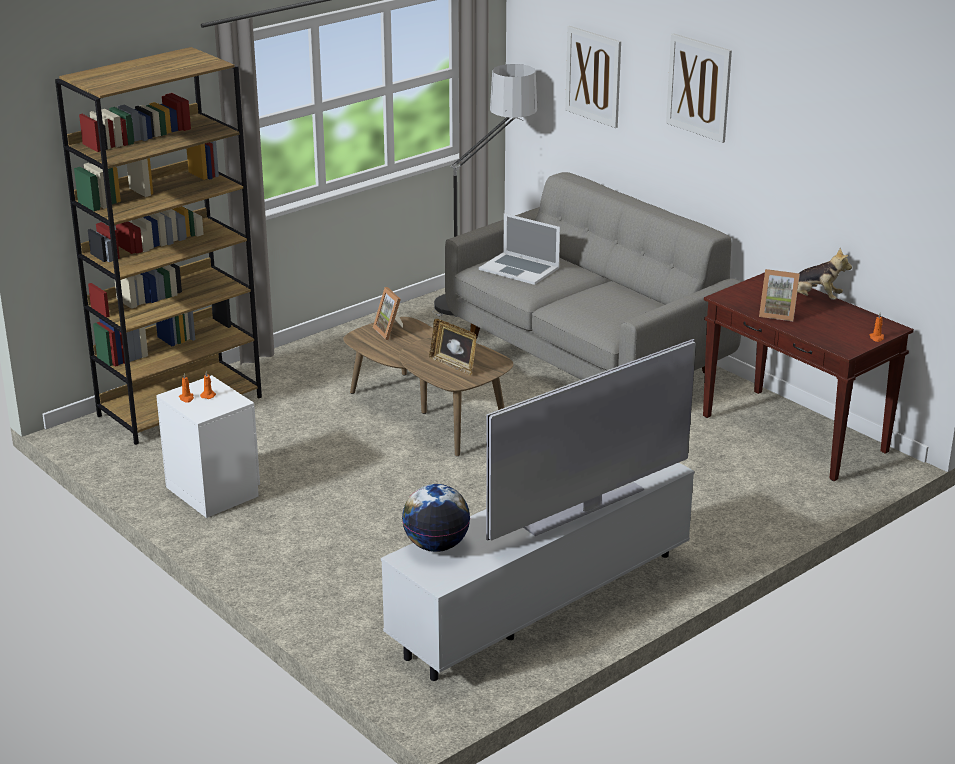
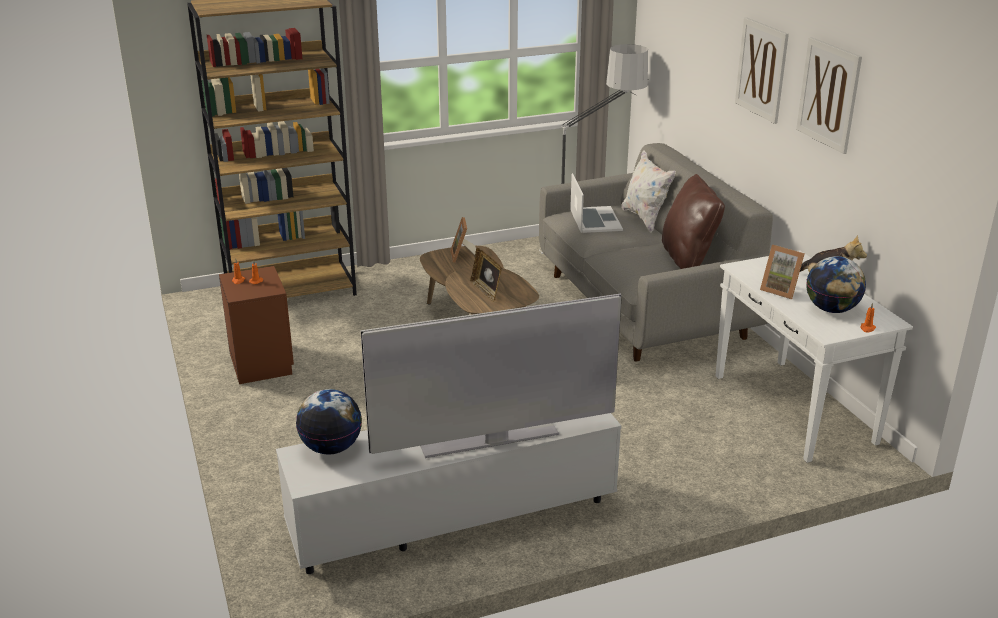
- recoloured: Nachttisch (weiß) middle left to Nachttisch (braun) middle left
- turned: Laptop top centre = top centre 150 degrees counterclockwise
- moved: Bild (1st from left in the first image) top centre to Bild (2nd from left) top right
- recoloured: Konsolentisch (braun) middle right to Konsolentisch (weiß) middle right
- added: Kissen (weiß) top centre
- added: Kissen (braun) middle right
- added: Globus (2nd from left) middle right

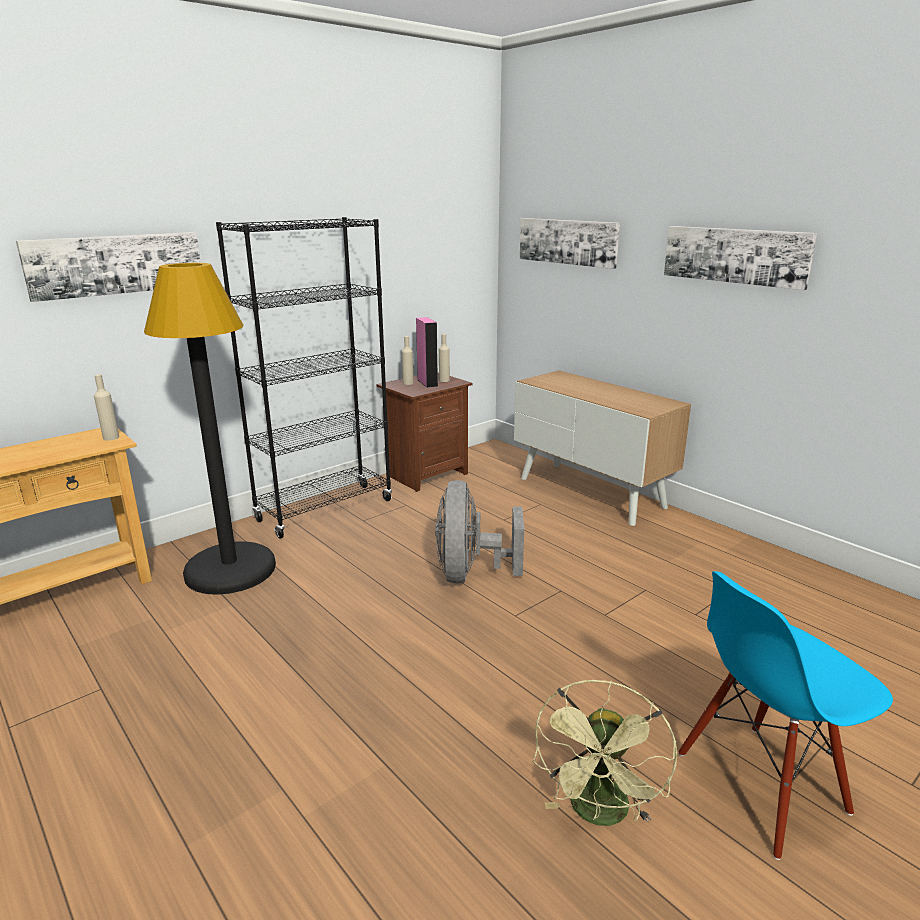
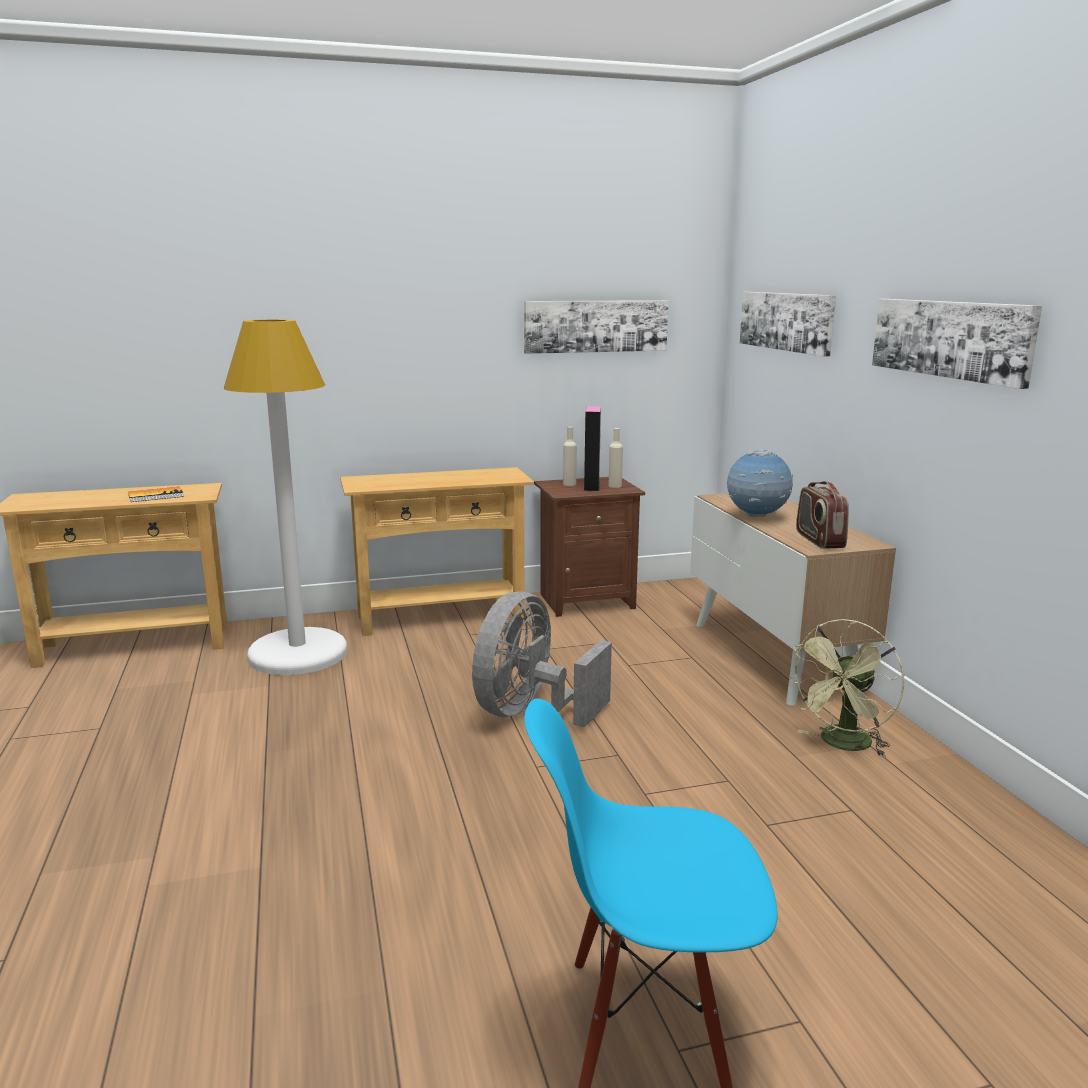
- moved: Bild (1st from left) top left to top centre
- removed: Flasche (beige) (1st from left) middle left
- recoloured: Stehlampe (schwarz) middle left to Stehlampe (weiß) middle left
- replaced: Bücherregal (schwarz) middle left to Konsolentisch (beige) (2nd from left) centre
- moved: Ventilator (grün) bottom centre to middle right
- added: Buch middle left
- added: Globus middle right
- added: Radio middle right

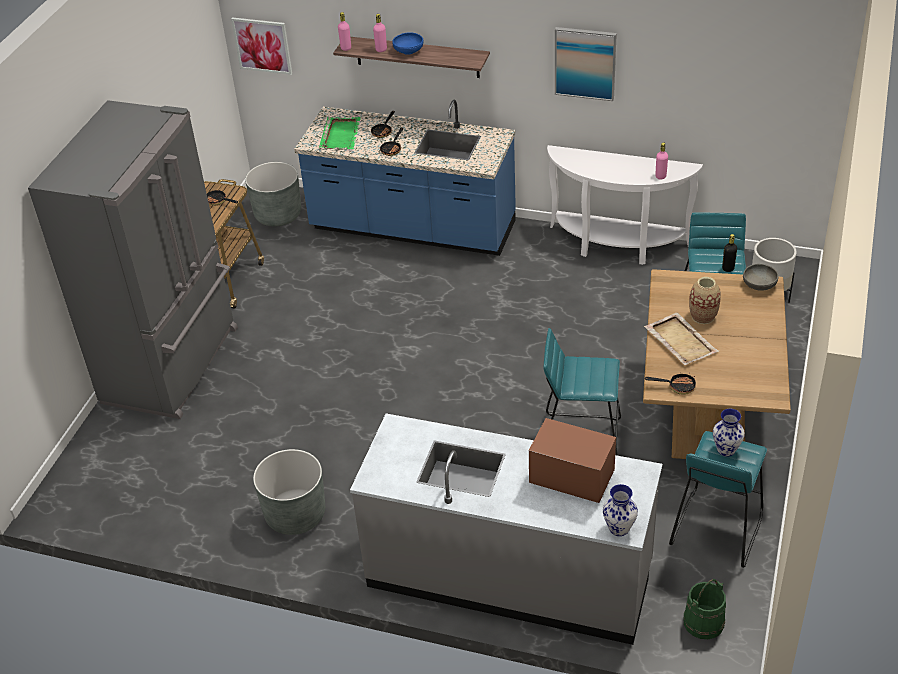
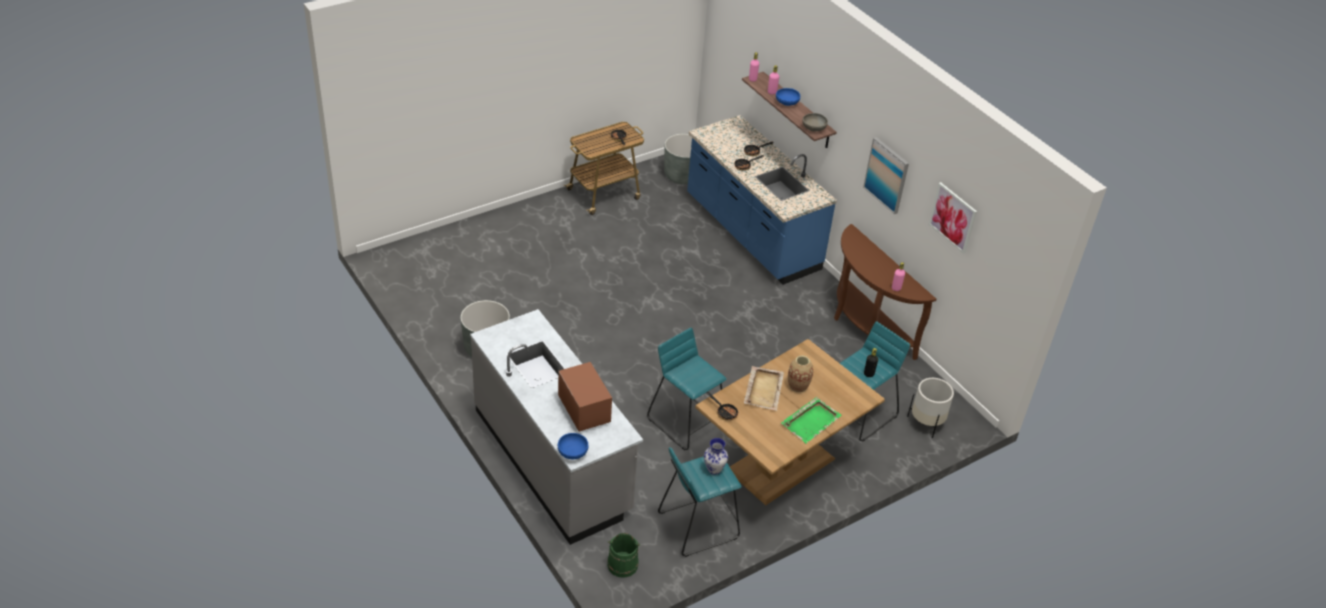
- removed: Kühlschrank (grau) middle left
- moved: Bild (1st from left in the first image) top left to Bild (2nd from left) middle right
- moved: Tablett (grün) top centre to bottom centre
- recoloured: Konsolentisch (weiß) top right to Konsolentisch (braun) middle right
- replaced: Vase (1st from left) bottom right to Schüssel (blau) (1st from left) bottom centre
- moved: Schüssel (grau) middle right to top centre

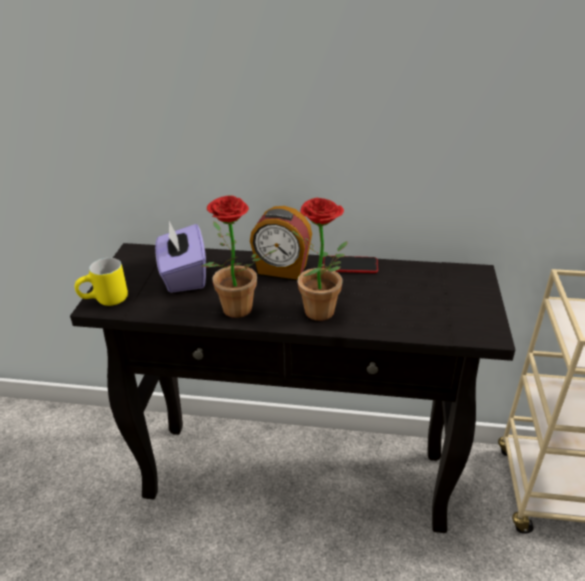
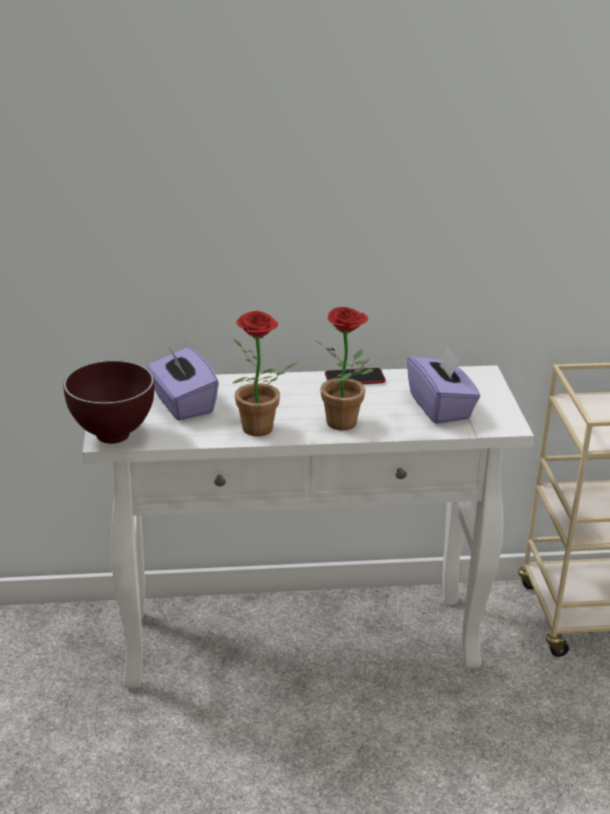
- recoloured: Konsolentisch (schwarz) bottom centre to Konsolentisch (weiß) centre
- replaced: Henkelbecher (gelb) middle left to Schüssel (braun) middle left
- removed: Wecker centre
- added: Taschentuchbox (lila) (2nd from left) middle right

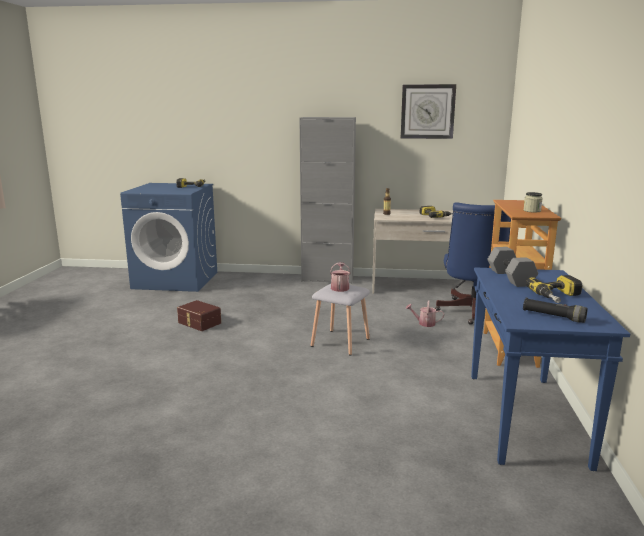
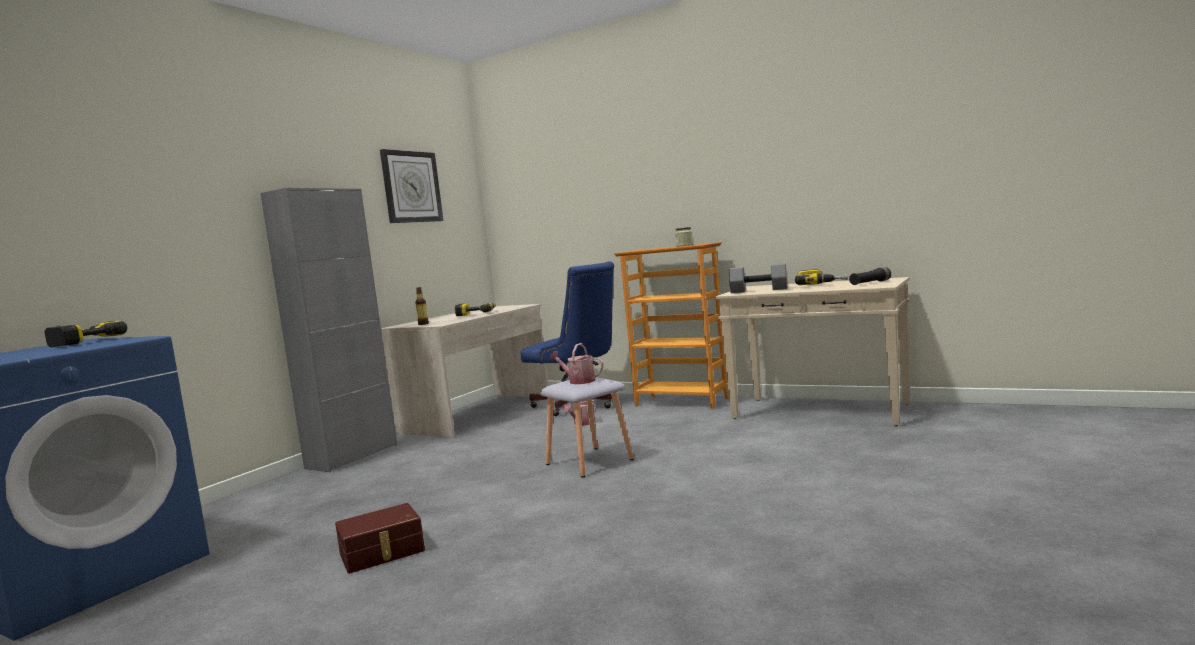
- recoloured: Konsolentisch (blau) bottom right to Konsolentisch (beige) middle right

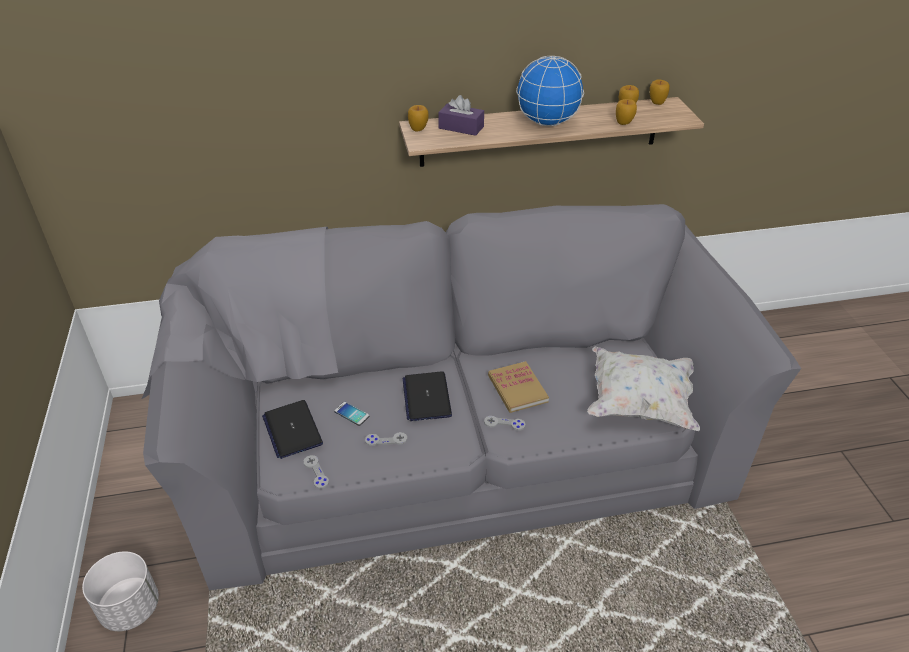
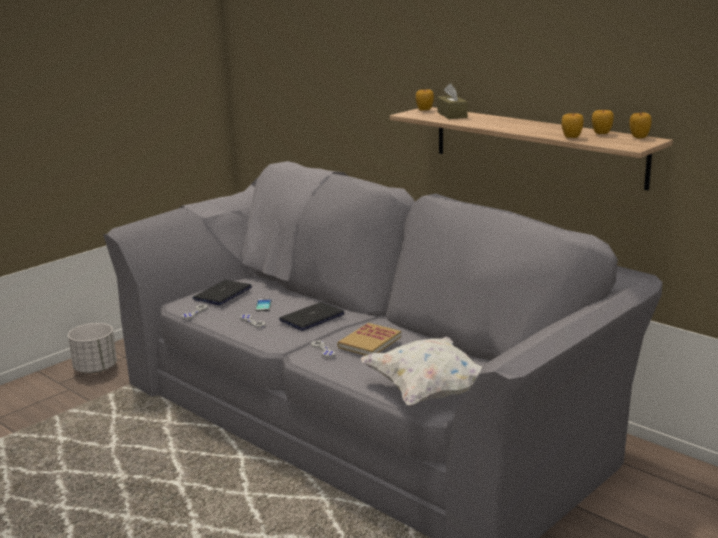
- recoloured: Taschentuchbox (lila) top centre to Taschentuchbox (braun) top centre
- removed: Globus top centre

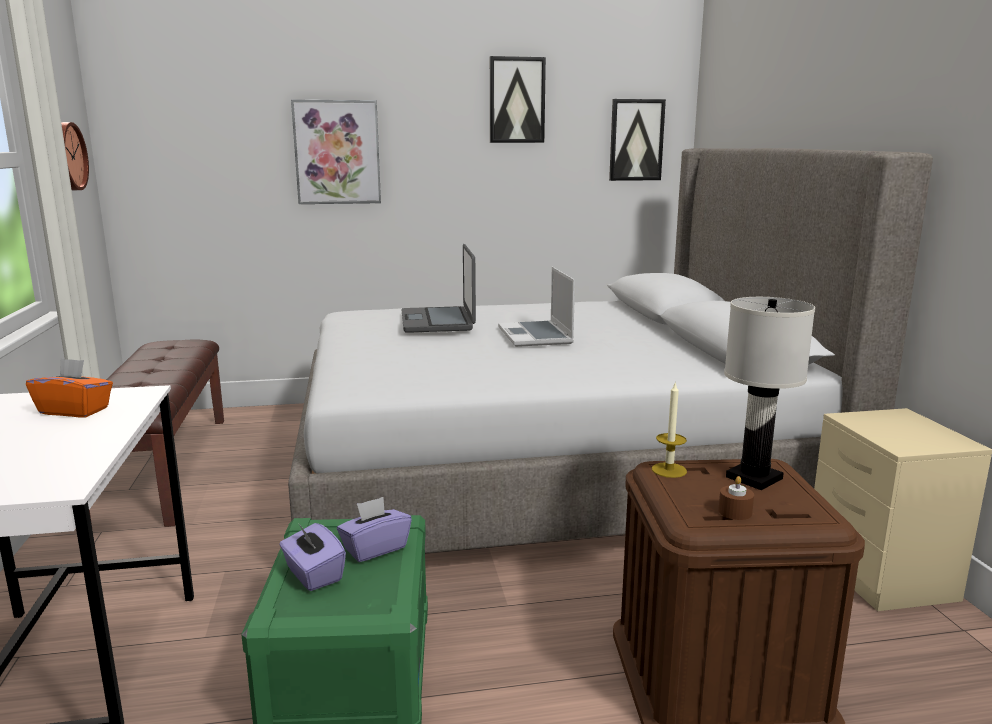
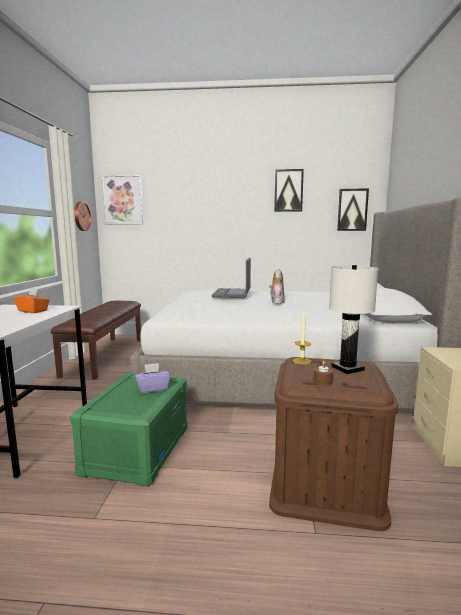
- removed: Taschentuchbox (lila) (1st from left) bottom left
- moved: Bild (1st from left) top centre to top left
- replaced: Laptop (2nd from left) centre to Plüschtier centre

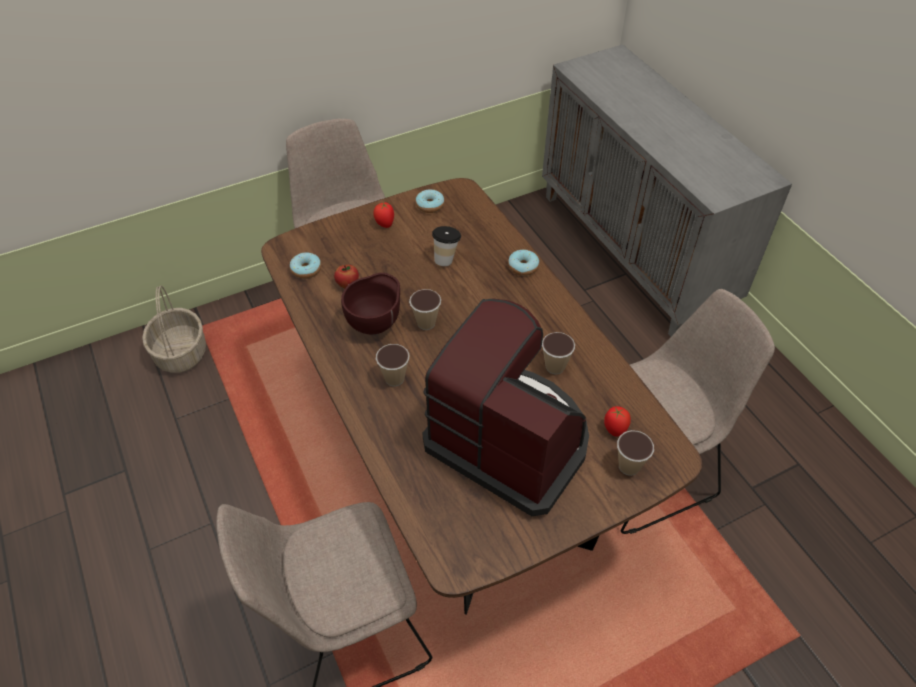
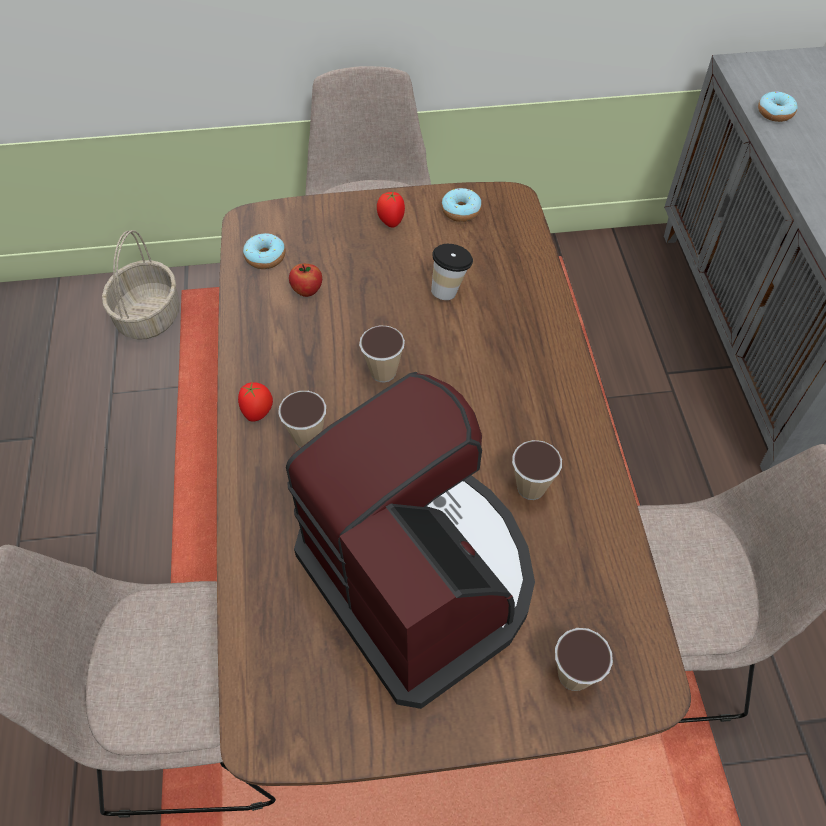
- removed: Schüssel (braun) centre
- moved: Donut (3rd from left) centre to top right
- moved: Tomate (2nd from left in the first image) middle right to Tomate (1st from left) middle left

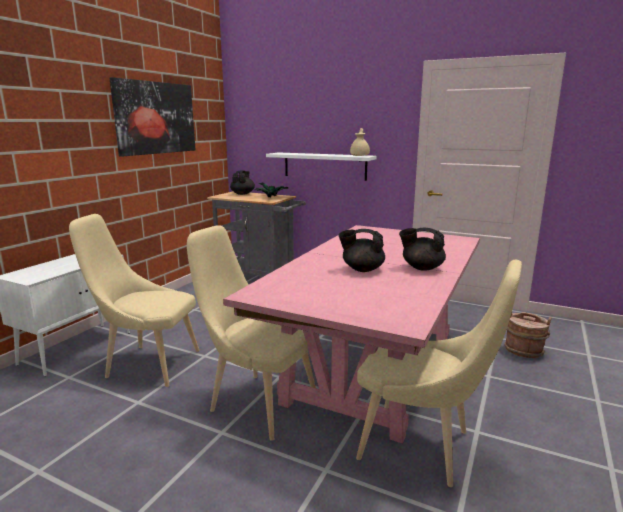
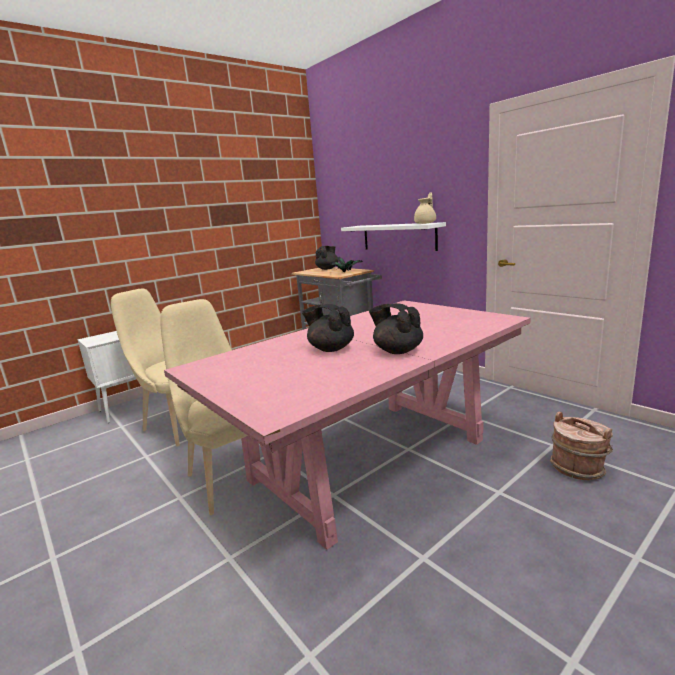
- removed: Bild top left
- removed: Stuhl (beige) (3rd from left) bottom right

